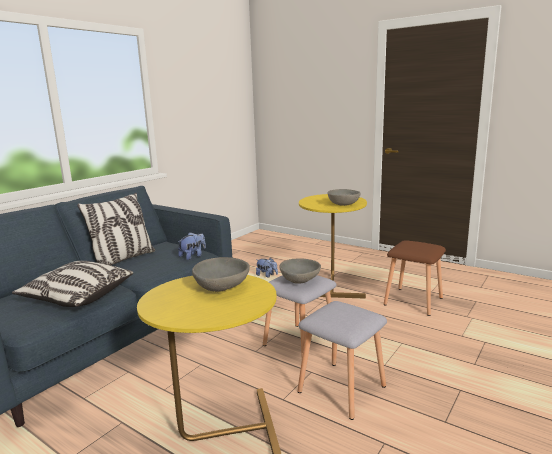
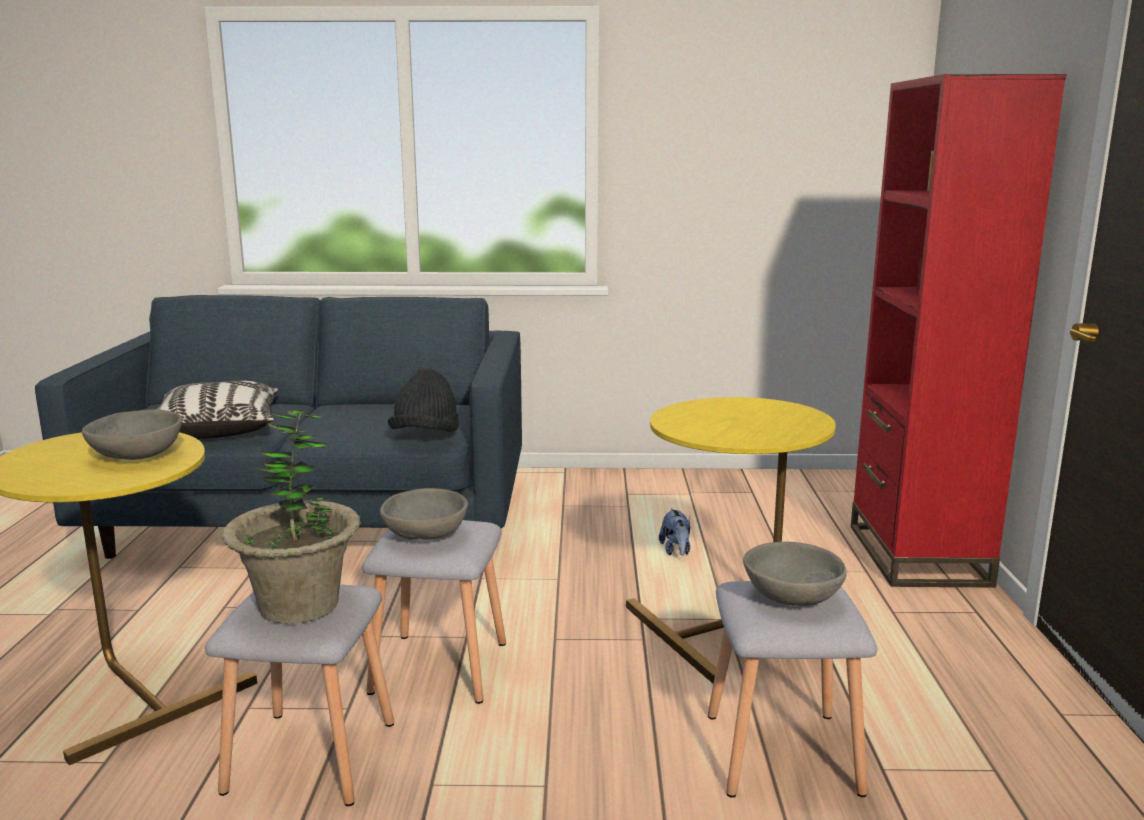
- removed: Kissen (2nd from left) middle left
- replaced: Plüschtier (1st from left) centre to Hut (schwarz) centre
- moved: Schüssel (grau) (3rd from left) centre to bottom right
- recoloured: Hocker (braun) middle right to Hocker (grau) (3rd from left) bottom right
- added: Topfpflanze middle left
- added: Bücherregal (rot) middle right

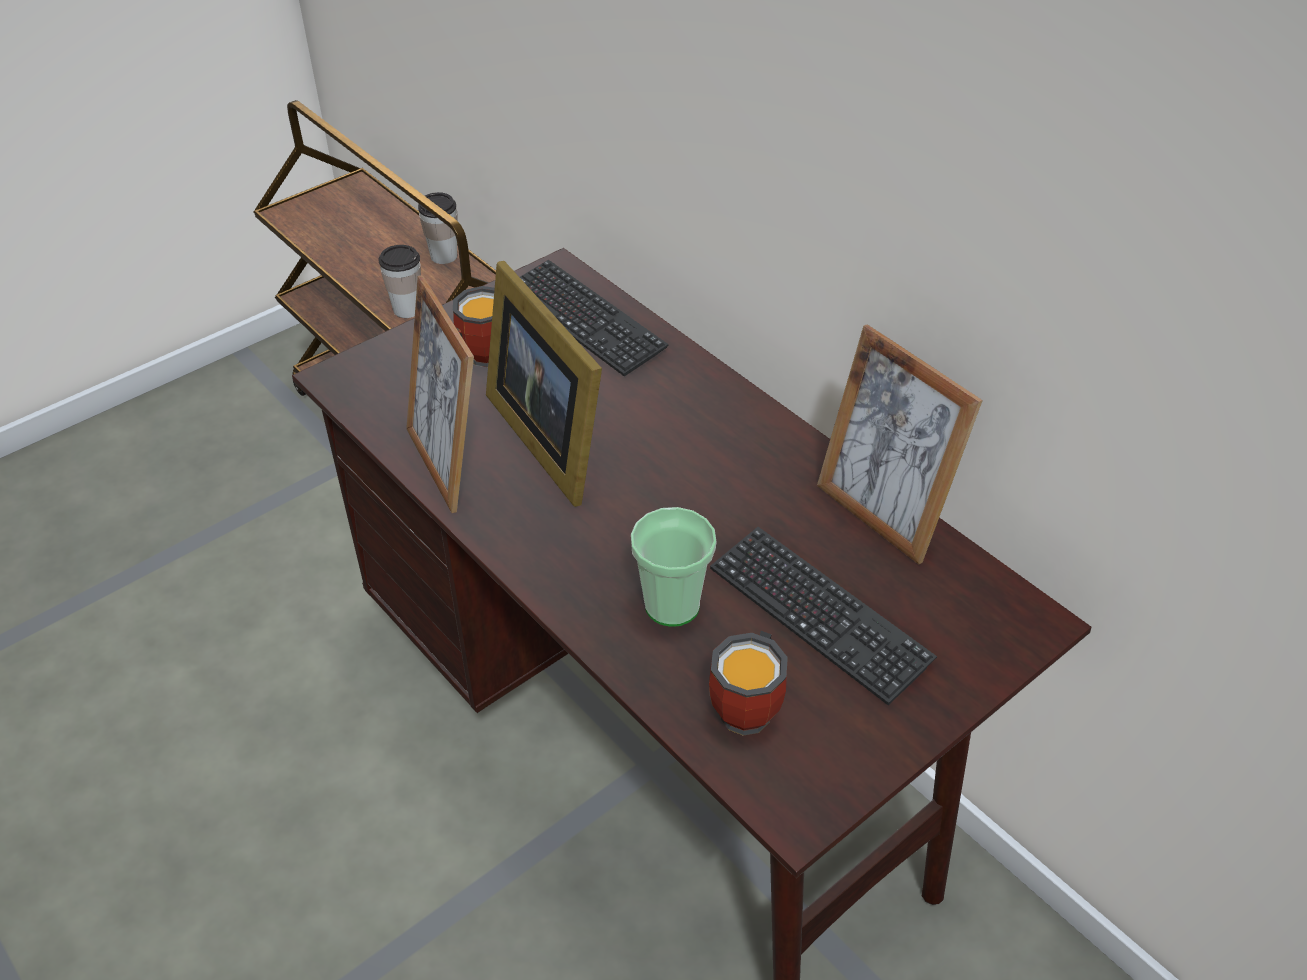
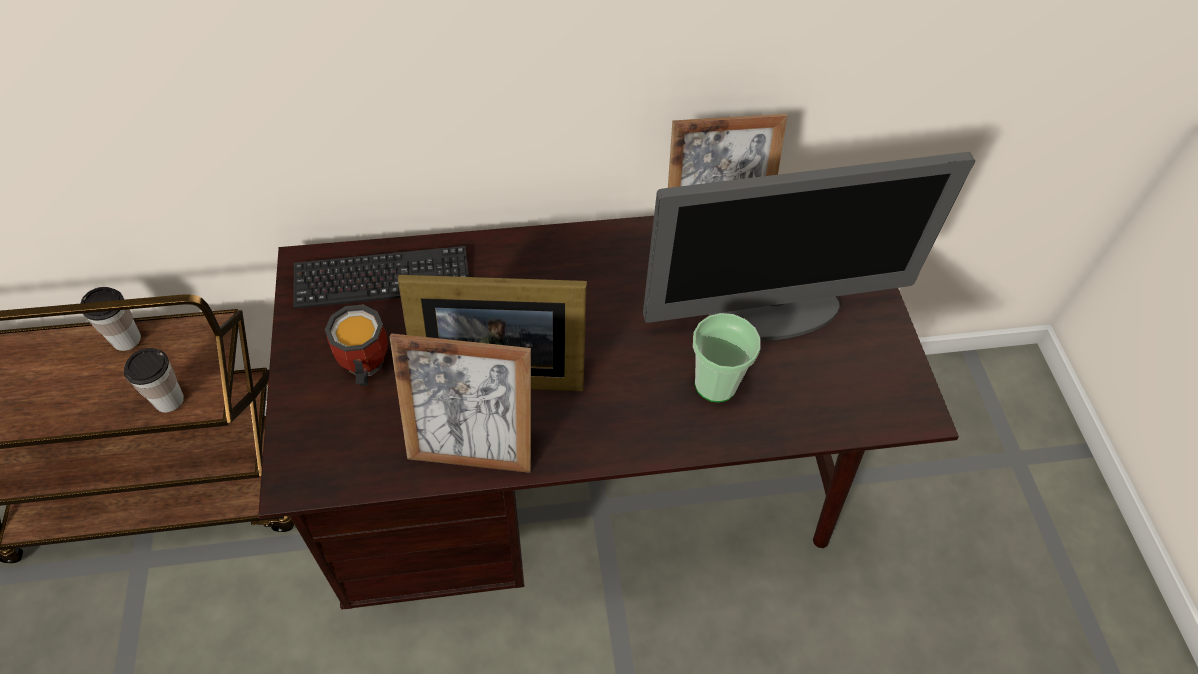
- removed: Henkelbecher (2nd from left) bottom centre
- replaced: Tastatur (2nd from left) centre to Monitor middle right

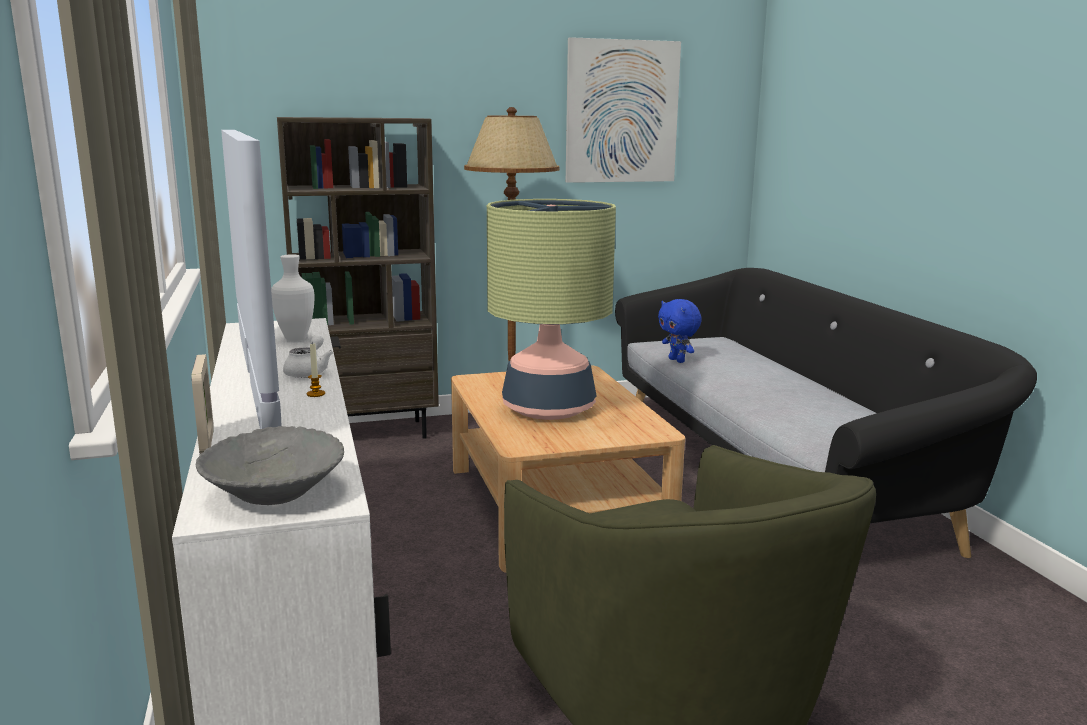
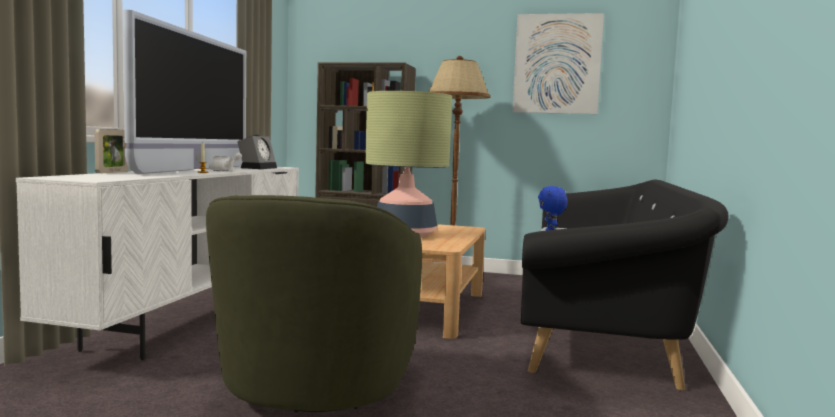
- removed: Schüssel (grau) middle left
- replaced: Vase (weiß) middle left to Wecker middle left

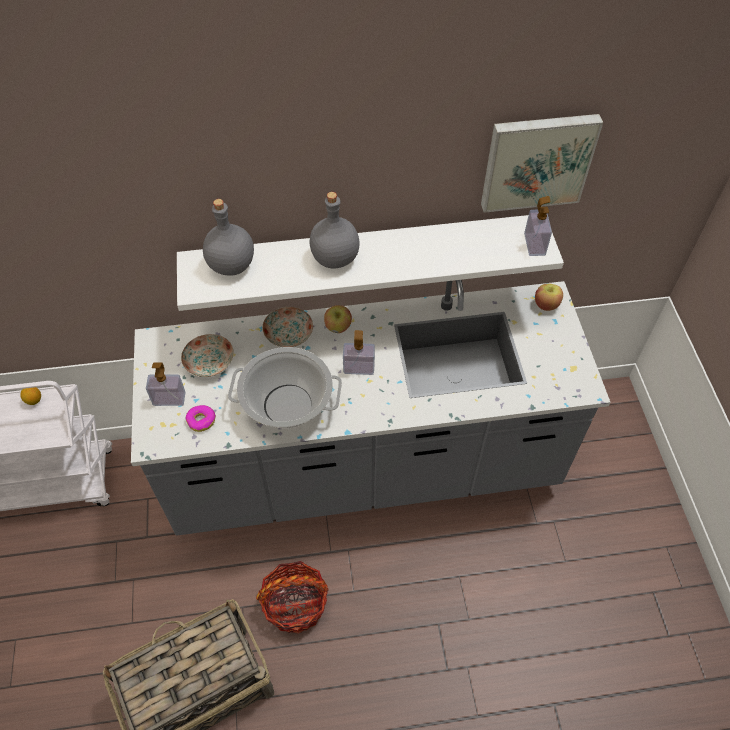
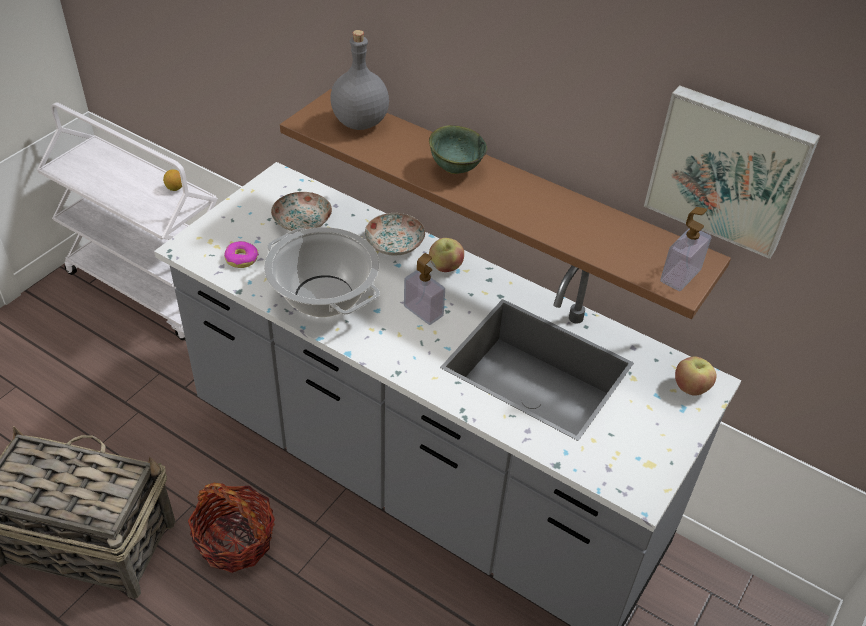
- removed: Seifenspender (1st from left) middle left
- recoloured: Wandregal (weiß) centre to Wandregal (braun) top centre
- replaced: Flasche (grau) (2nd from left) top centre to Schüssel (grün) top centre

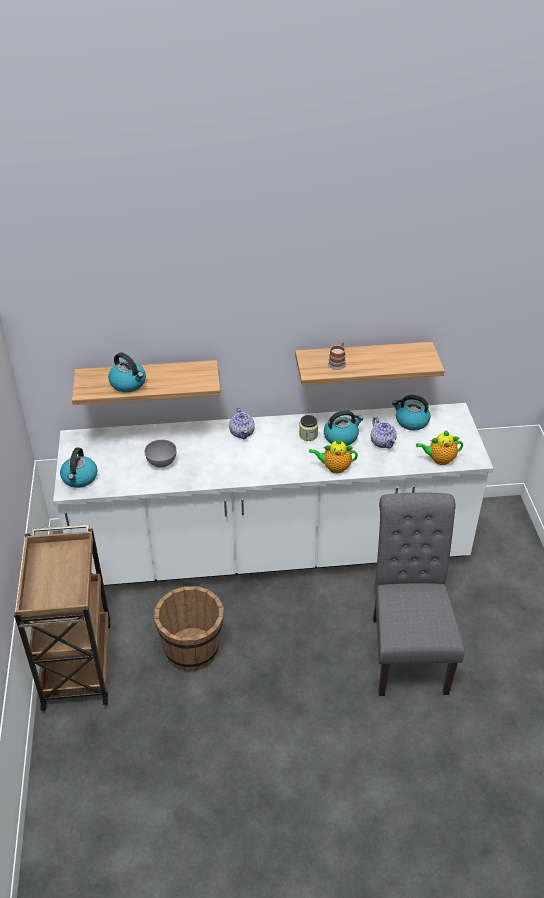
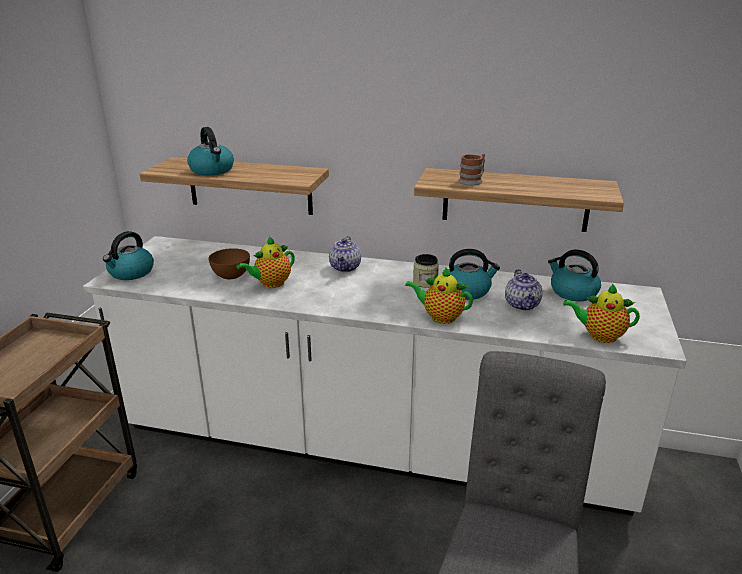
- recoloured: Schüssel (grau) middle left to Schüssel (braun) middle left
- removed: Eimer (braun) bottom centre
- added: Teekanne (1st from left) centre

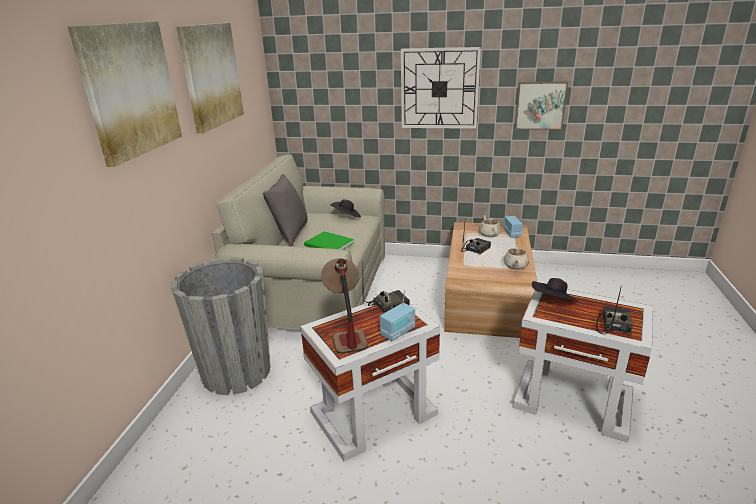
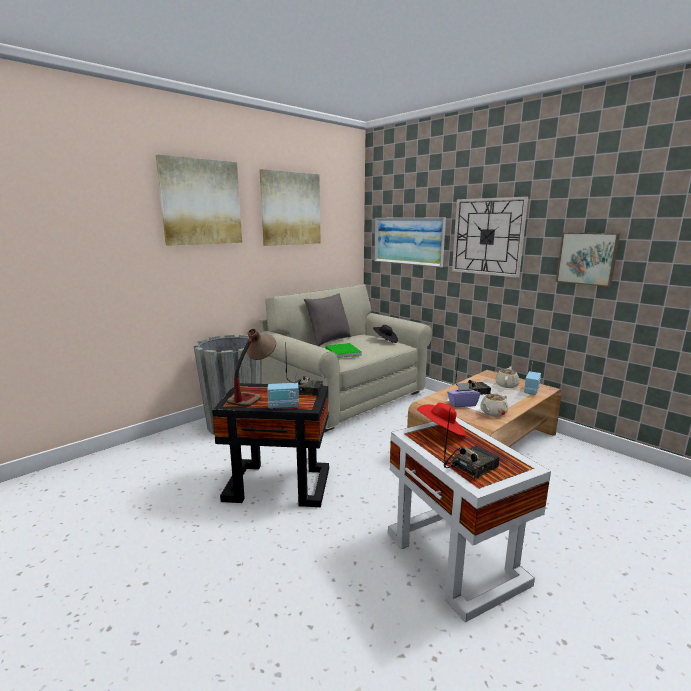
- recoloured: Beistelltisch (weiß) (1st from left) bottom centre to Beistelltisch (schwarz) centre
- recoloured: Hut (schwarz) (2nd from left) middle right to Hut (rot) centre
- added: Bild (3rd from left) centre
- added: Taschentuchbox (lila) middle right

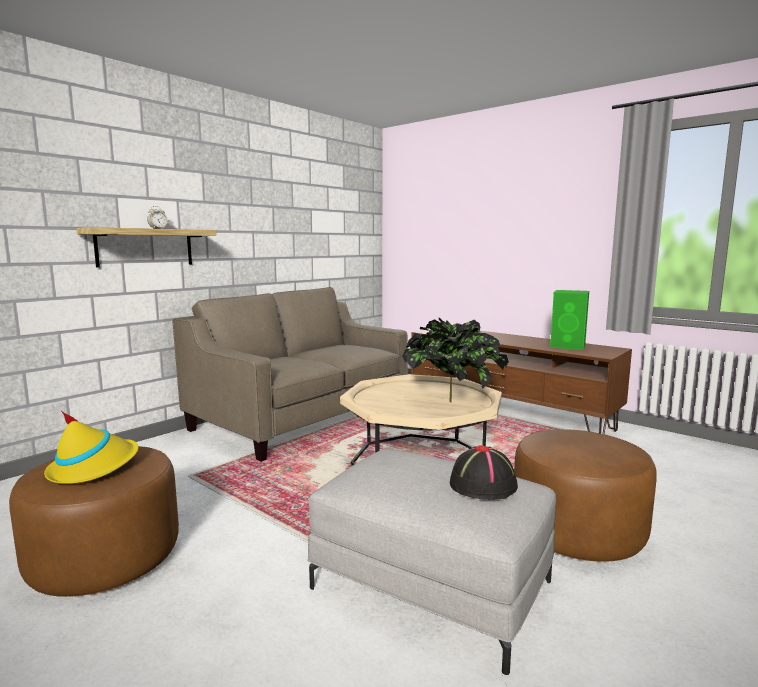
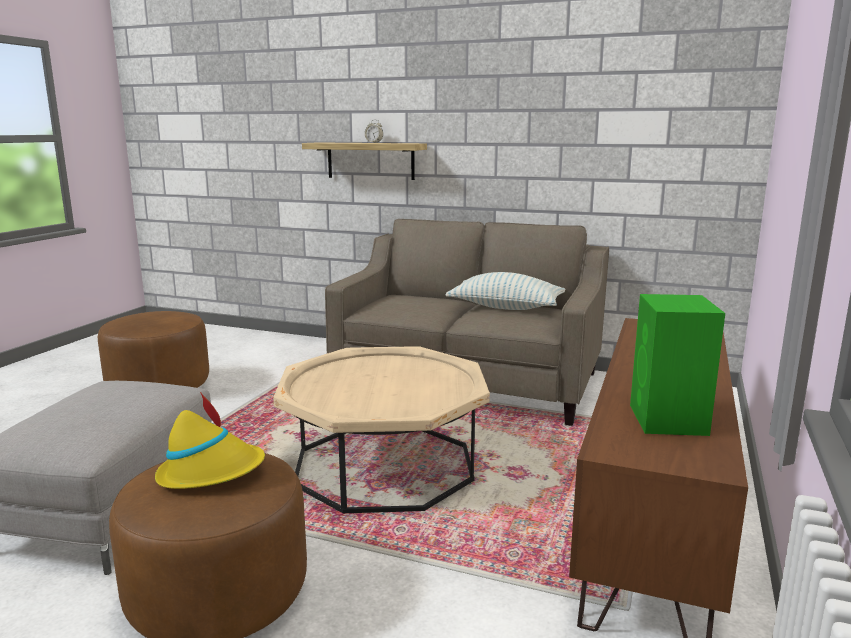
- moved: Hut (gelb) middle left to bottom left
- removed: Topfpflanze centre
- removed: Hut (schwarz) bottom centre
- added: Kissen centre

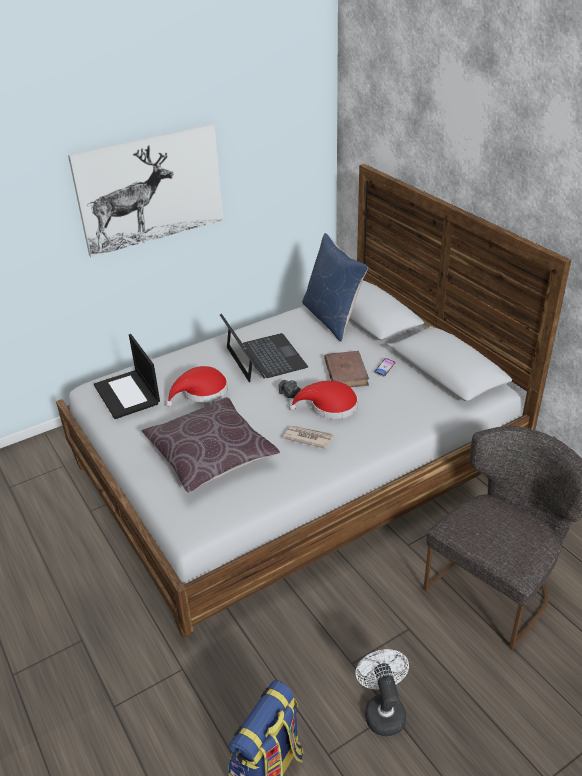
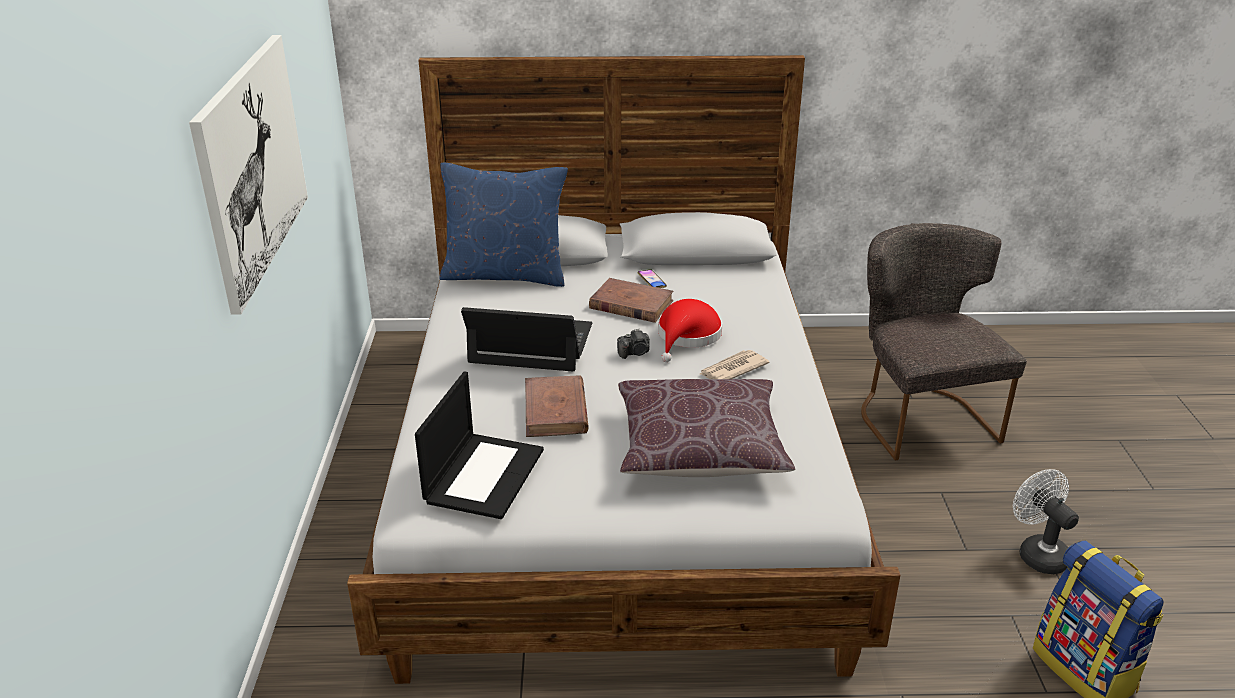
- turned: Laptop (1st from left) middle left = centre 75 degrees counterclockwise
- replaced: Hut (rot) (1st from left) centre to Buch (braun) (1st from left) centre
- turned: Ventilator (weiß) bottom centre = bottom right 45 degrees clockwise

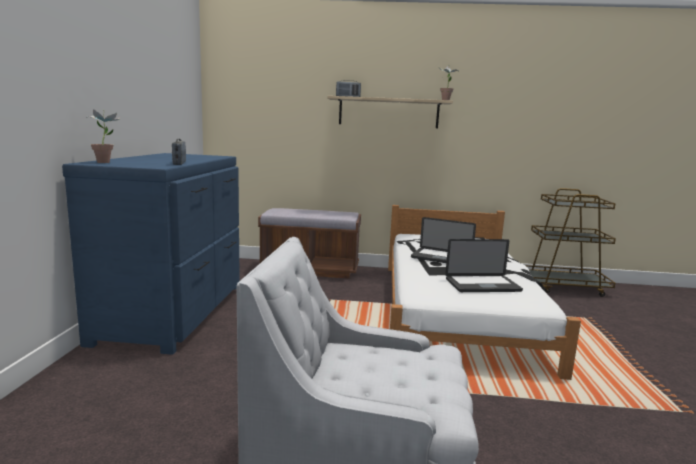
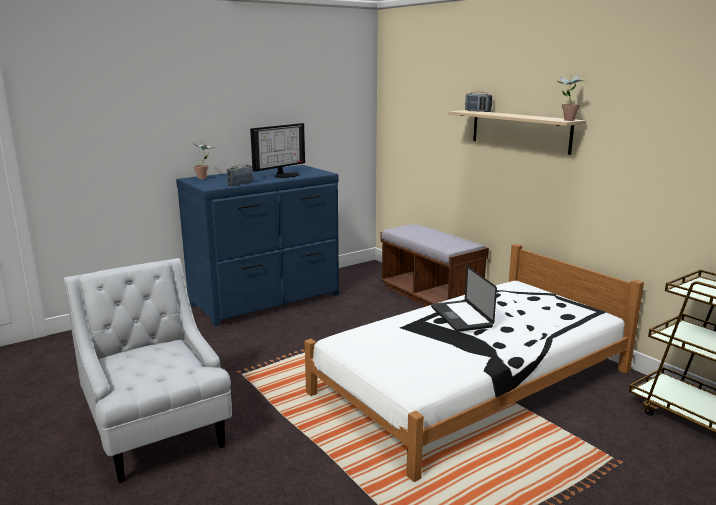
- removed: Laptop (2nd from left) middle right
- added: Monitor top centre

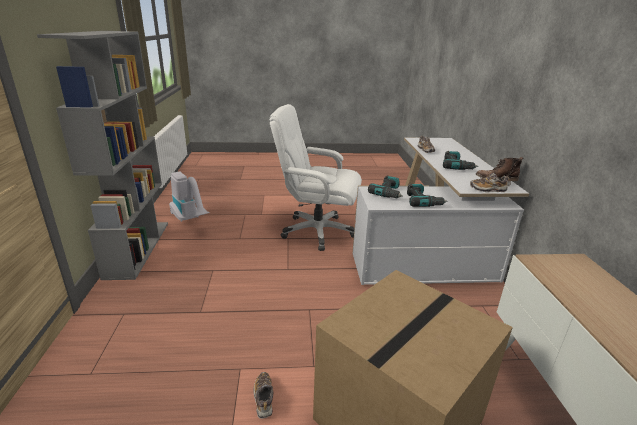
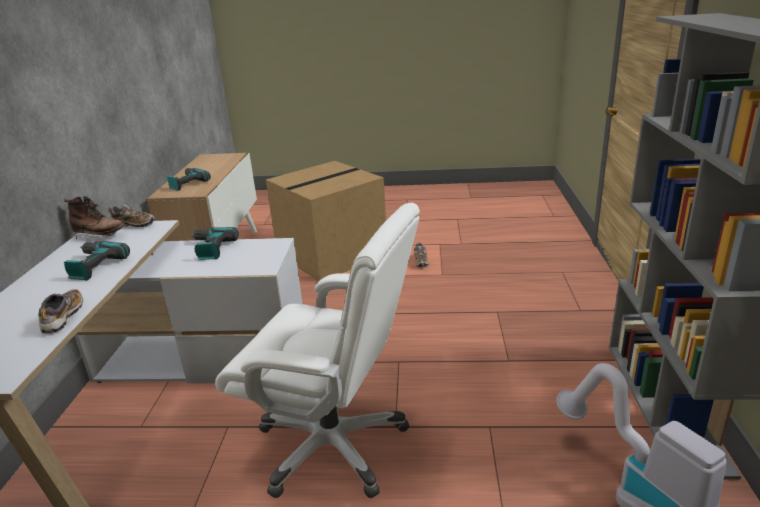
- moved: Bohrmaschine (1st from left in the first image) centre to Bohrmaschine (2nd from left) middle left

